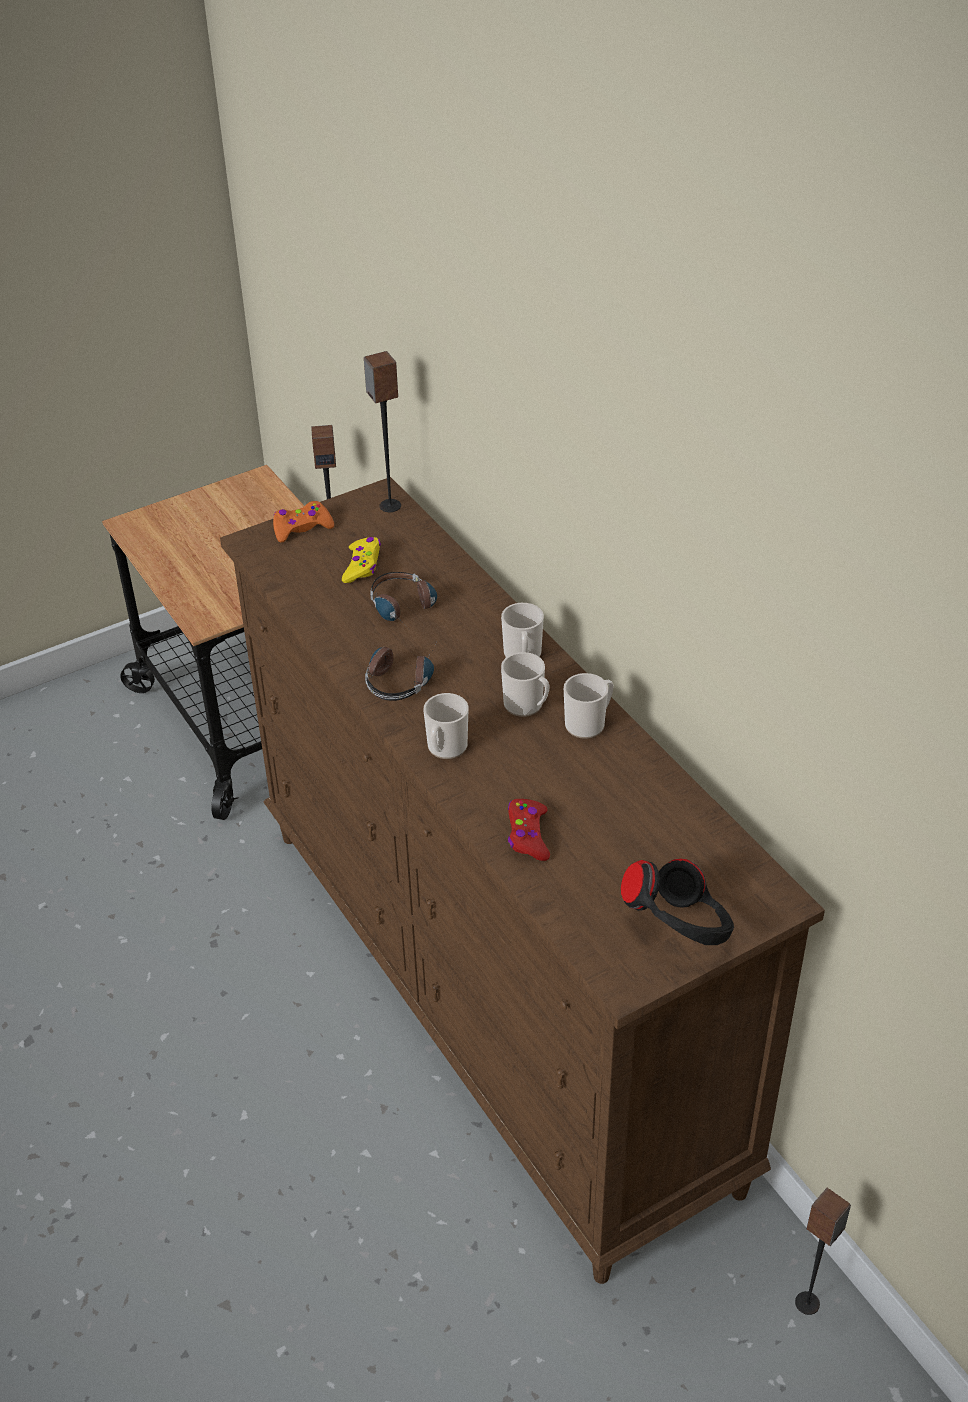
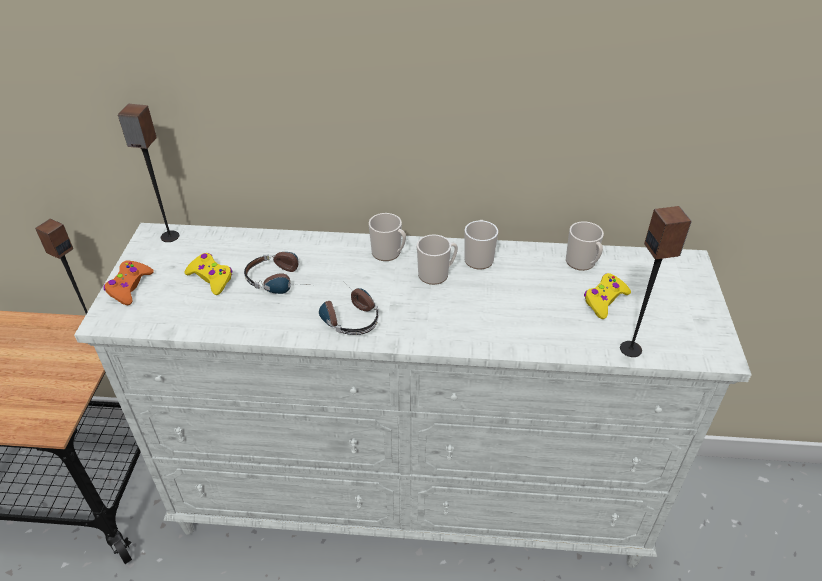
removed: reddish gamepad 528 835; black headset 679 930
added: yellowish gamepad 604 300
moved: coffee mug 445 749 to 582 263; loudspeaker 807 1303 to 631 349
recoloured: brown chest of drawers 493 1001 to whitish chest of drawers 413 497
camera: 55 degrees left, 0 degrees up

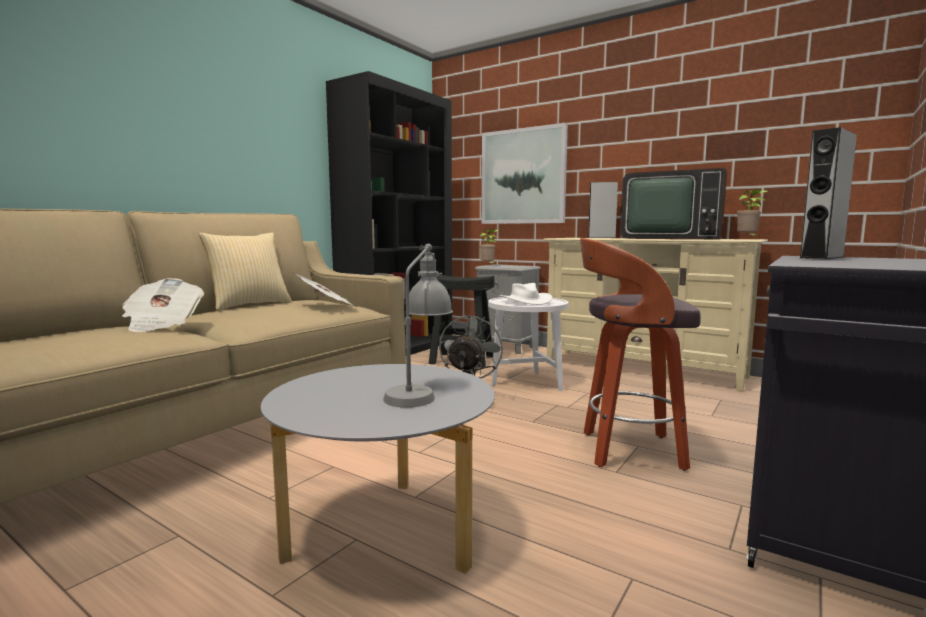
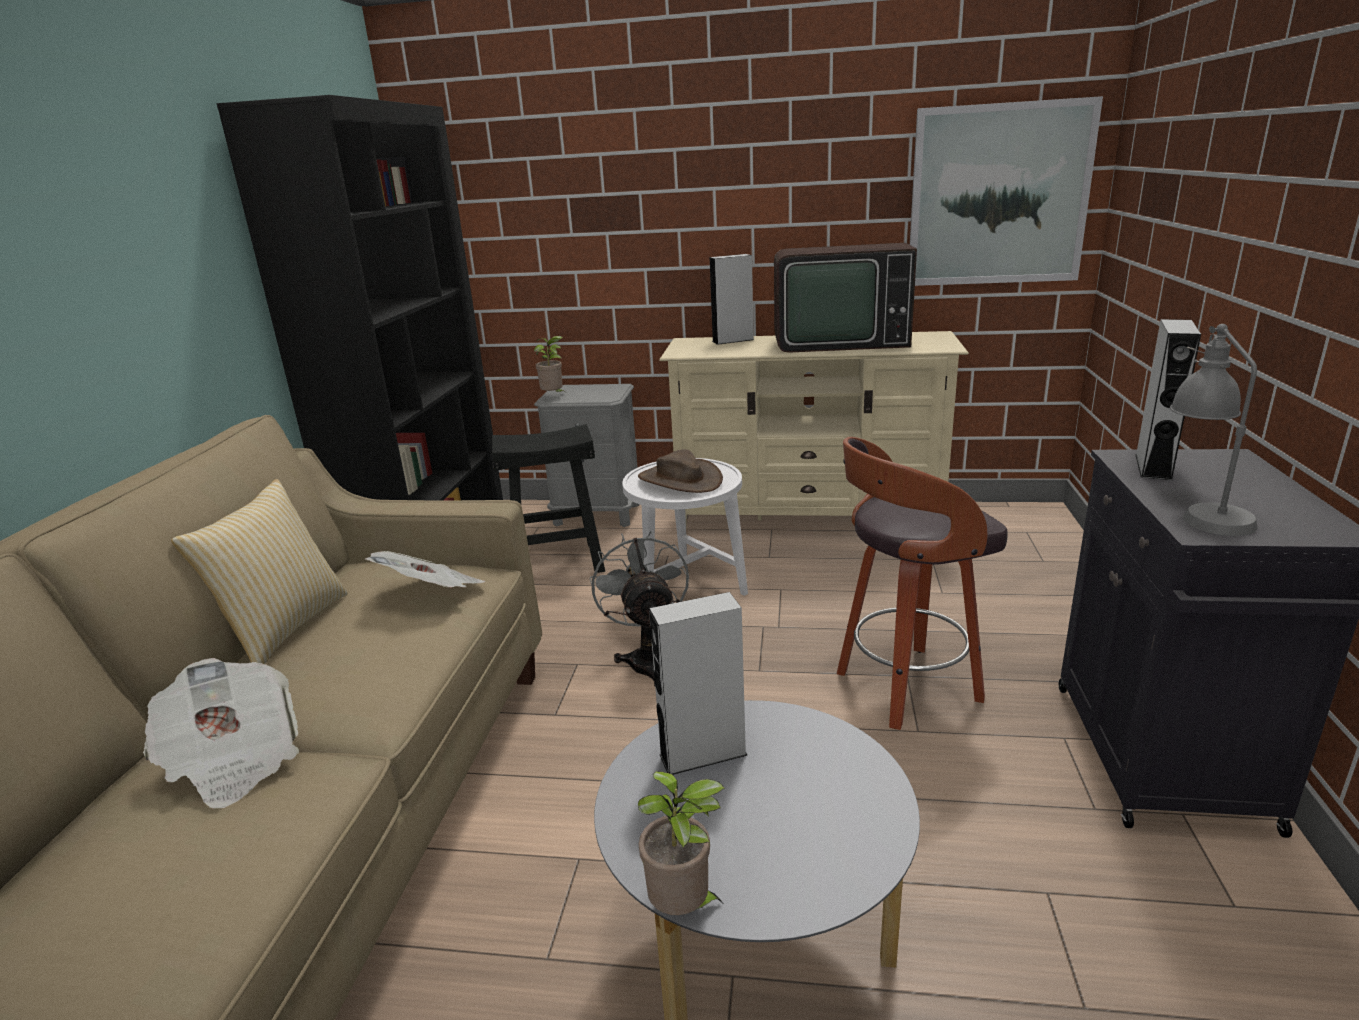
added: grey loudspeaker 703 754
moved: houseplant 748 239 to 684 909; wall picture 523 176 to 998 196; grey tabletop lamp 419 392 to 1200 511
recoloured: whitish clothing hat 525 301 to brown clothing hat 680 480
camera: 25 degrees left, 15 degrees up

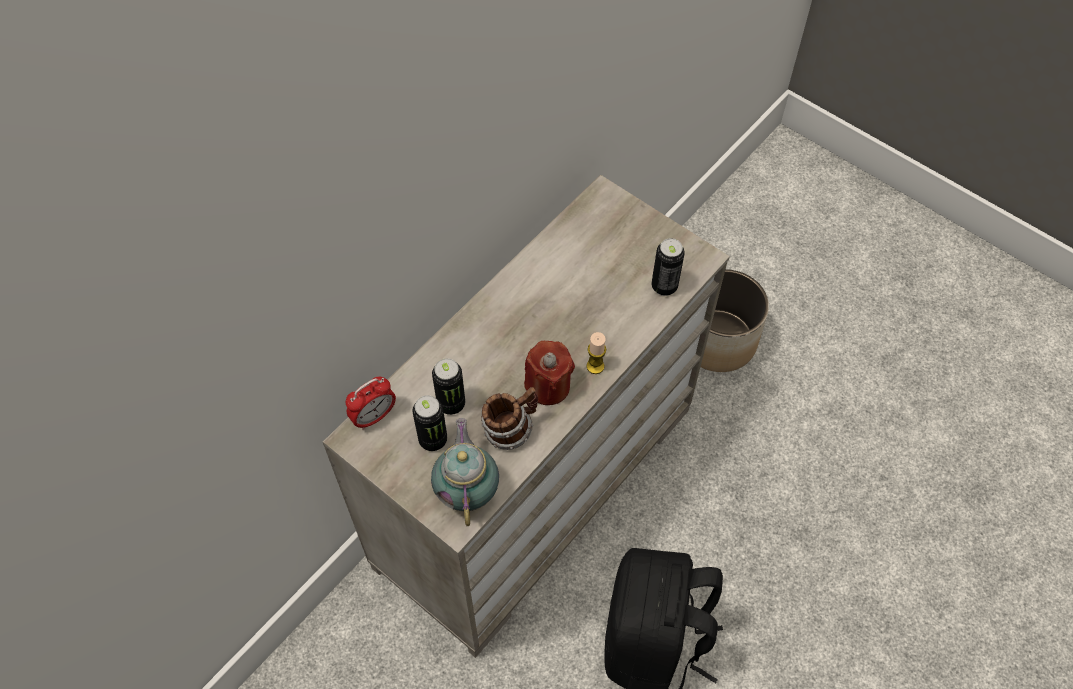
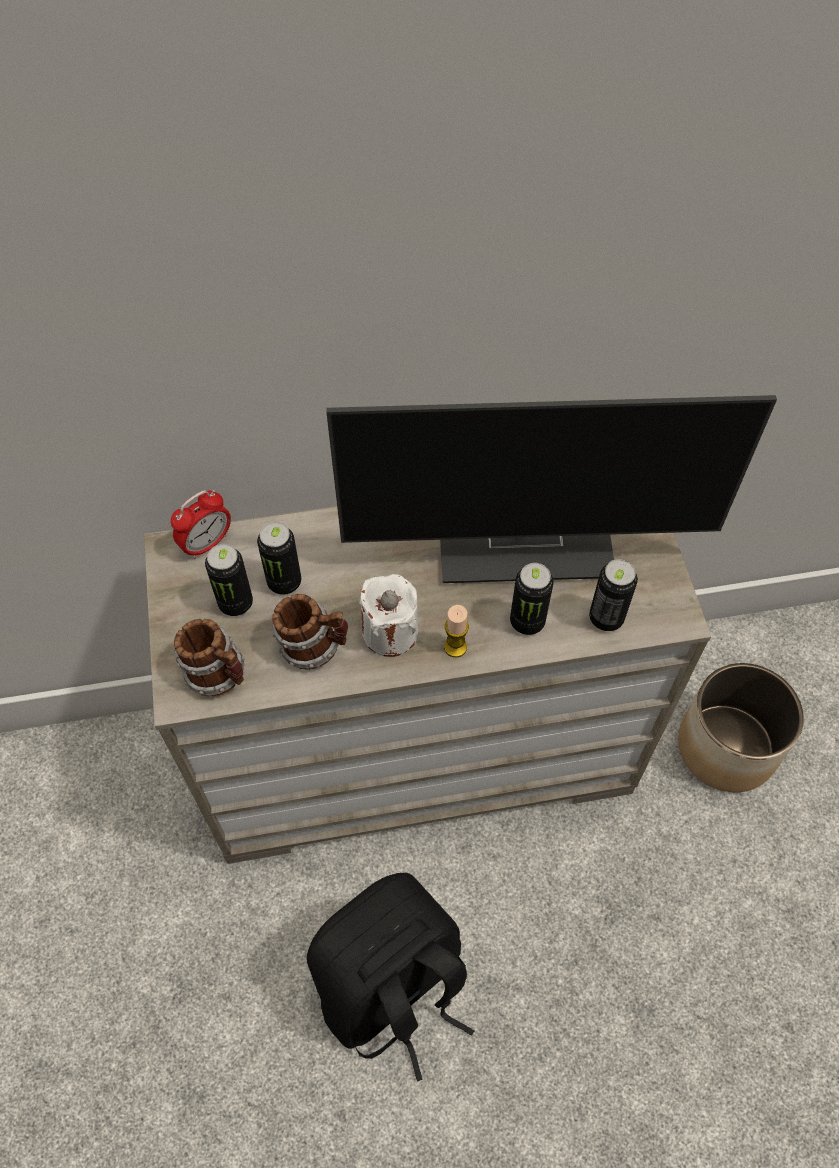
added: computer display 528 536; can 527 622
replaced: tea pot 468 491 to coffee mug 219 675
recoloured: reddish candle 548 386 to whitish candle 390 632
turned: alarm clock 374 416 = 207 543 45 degrees counterclockwise
camera: 40 degrees right, 0 degrees up

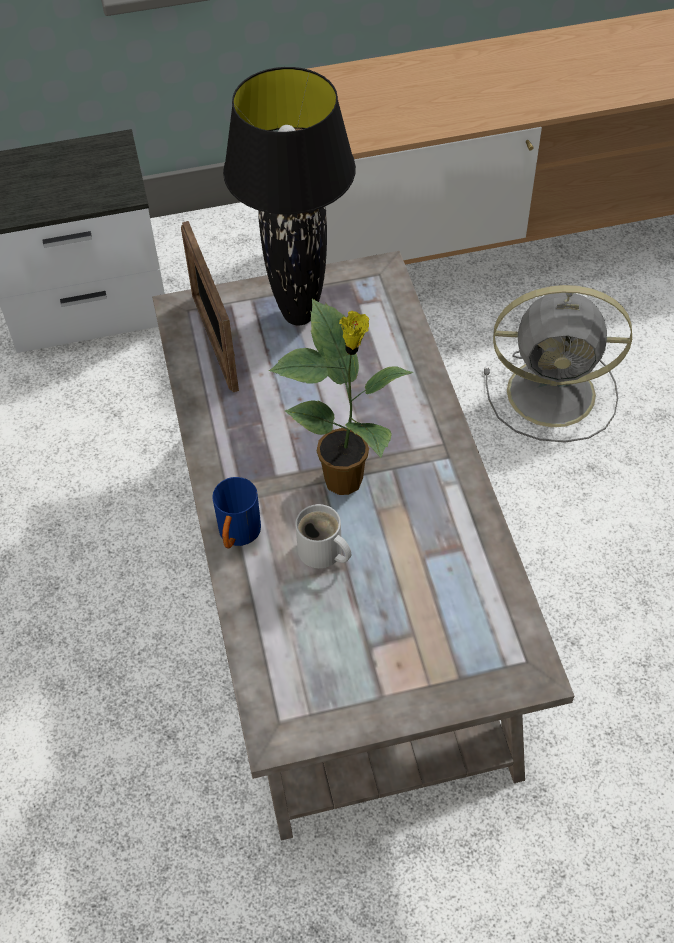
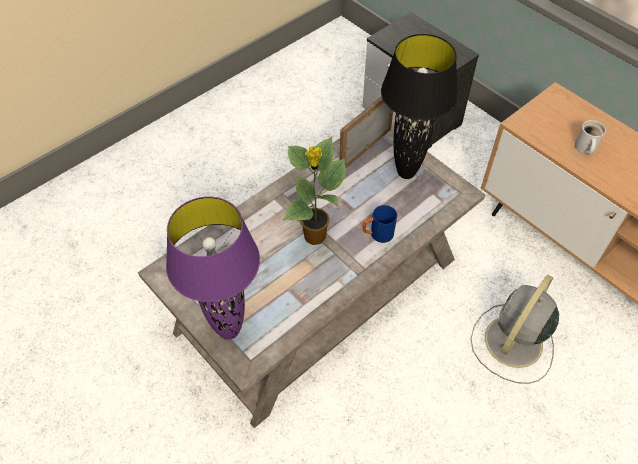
added: purple tabletop lamp 228 330
moved: blue-coloured coffee mug 237 536 to 377 235; whitish coffee mug 322 553 to 585 148
turned: grey cooling fan 555 393 = 512 343 60 degrees clockwise
camera: 60 degrees right, 0 degrees up

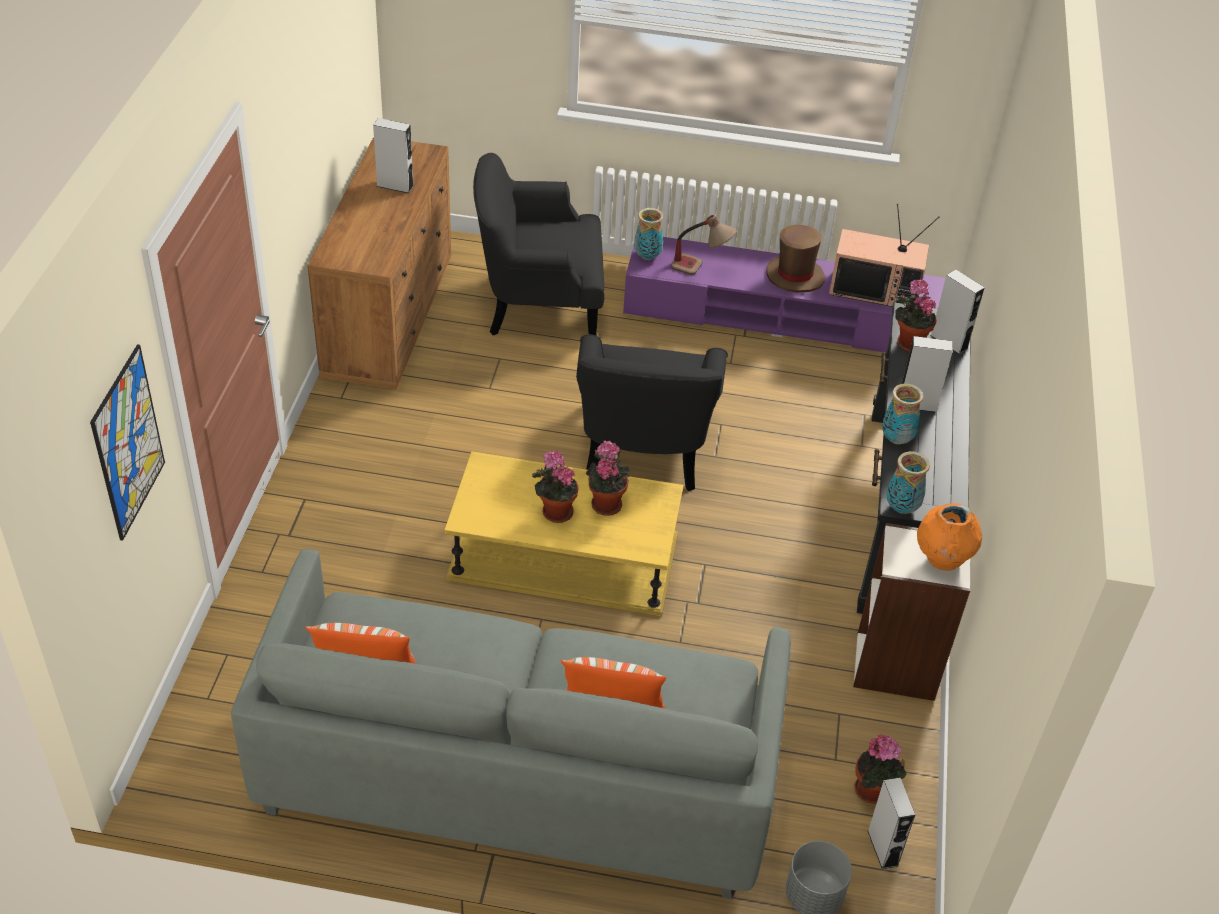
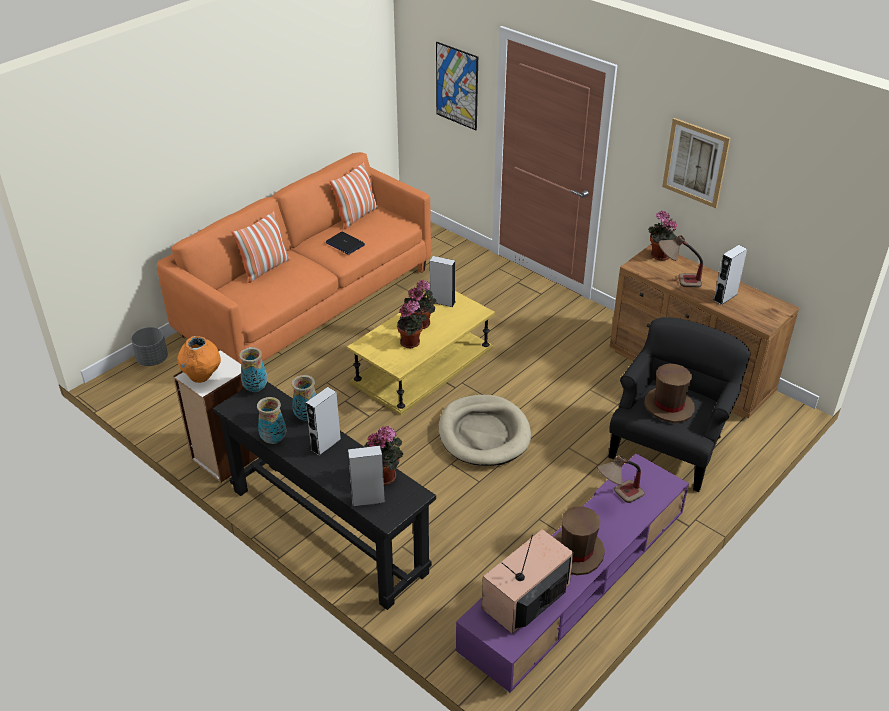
added: portable computer 345 244; brown clothing hat 668 406; tabletop lamp 677 281; wall picture 695 162
moved: decorative vase 647 256 to 273 439; grey loudspeaker 882 848 to 442 302; houseplant 873 792 to 658 256
replaced: black easy chair 643 448 to sand-coloured dog cushion 484 434
recoloured: grey couch 517 773 to orangey couch 308 302
camera: 125 degrees right, 5 degrees down

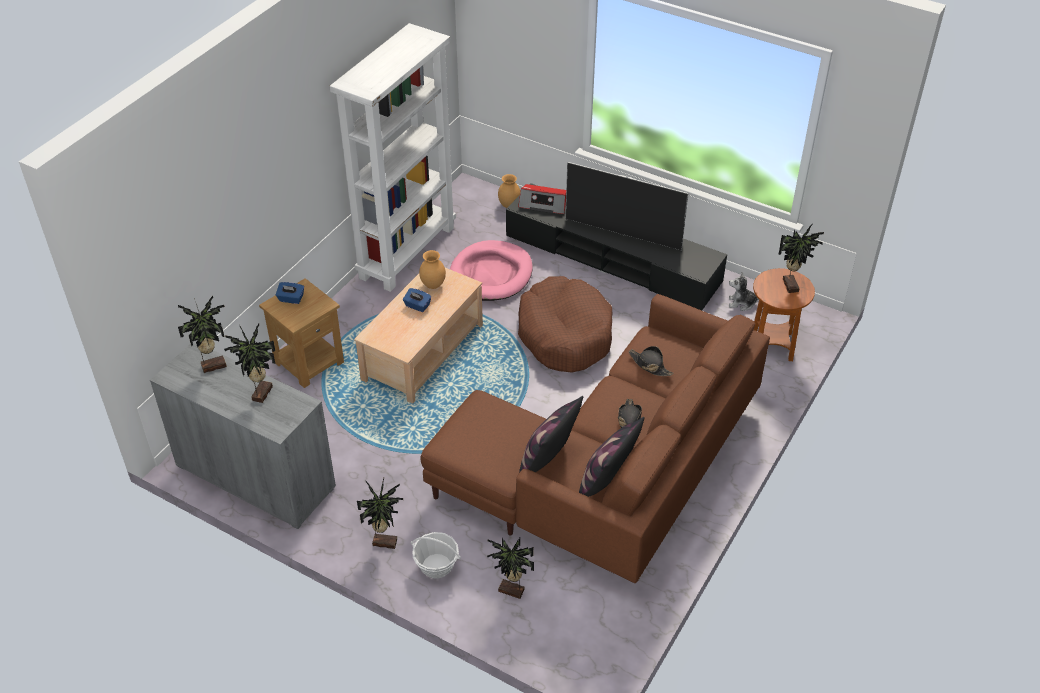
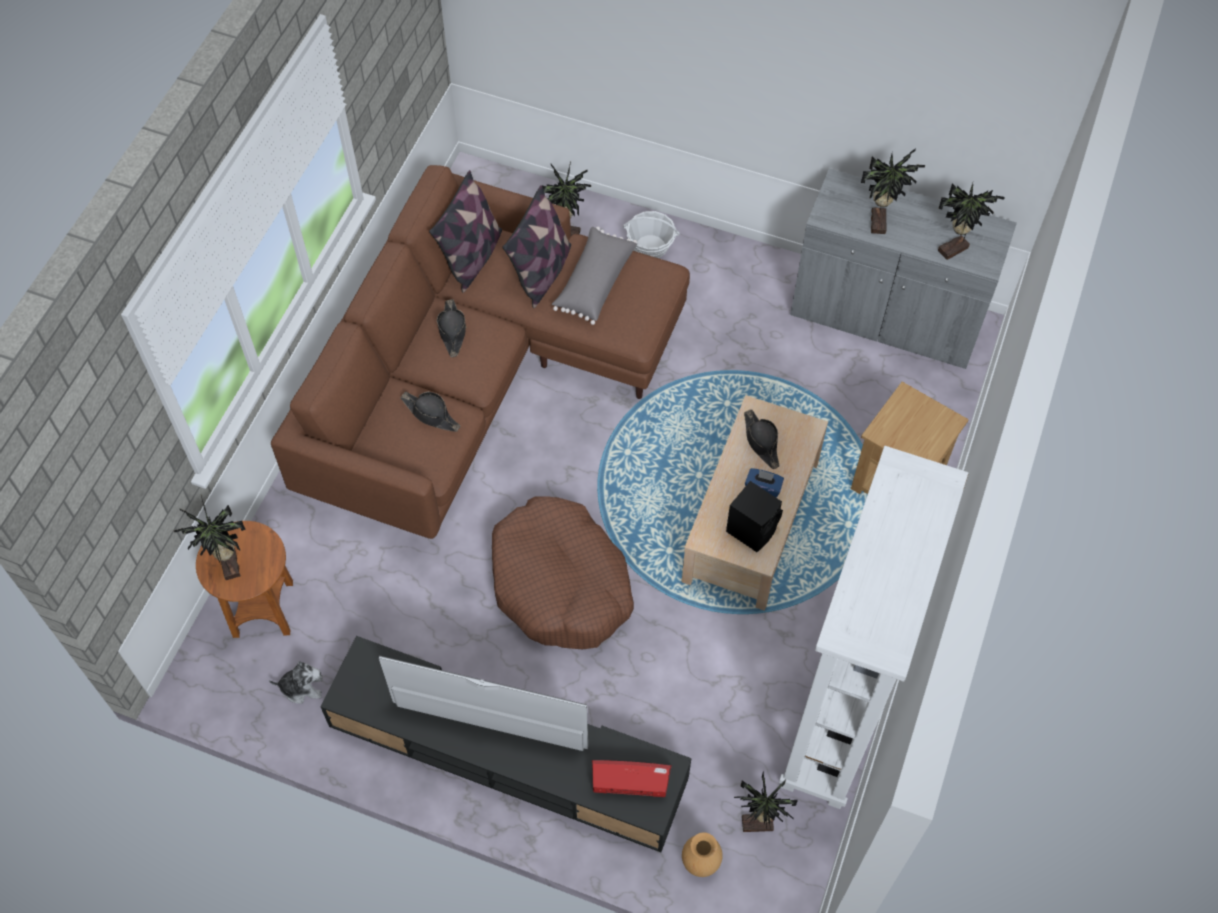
removed: blue-coloured tissue holder 291 299; pink-coloured dog cushion 491 274
added: grey throw pillow 594 282; black clothing hat 761 442
moved: houseplant 384 541 to 758 826
replaced: brown decorative vase 433 285 to black loudspeaker 752 529
camera: 170 degrees right, 15 degrees up

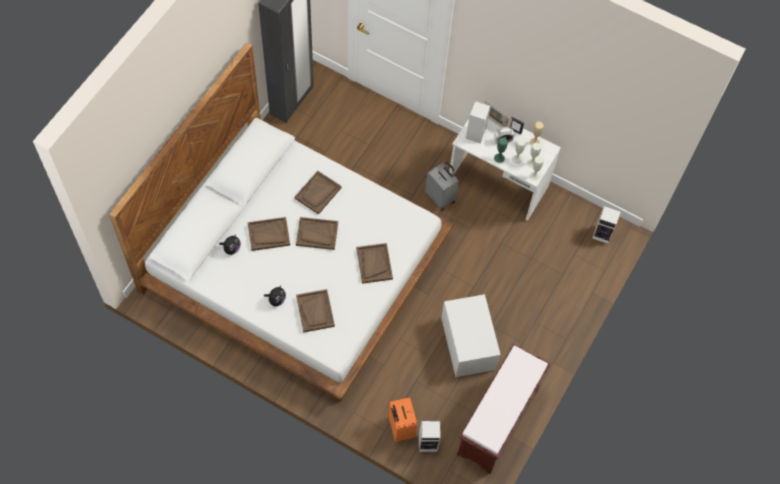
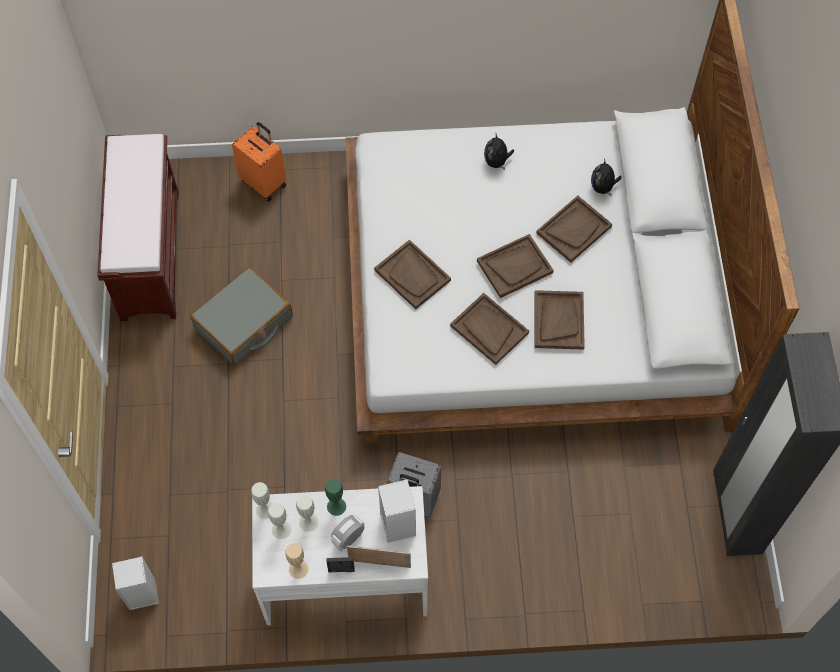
removed: loudspeaker 428 443
moved: brown tray 315 311 to 489 329
replaced: whitish storage box 468 343 to grey suitcase 244 323
camera: 150 degrees right, 0 degrees up

